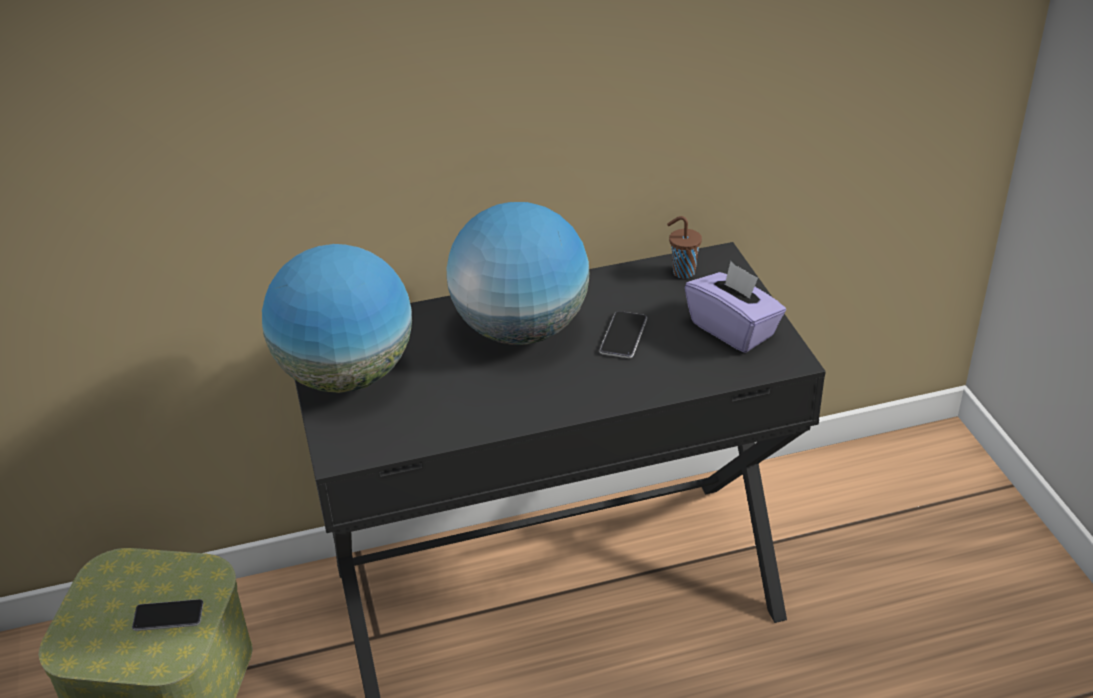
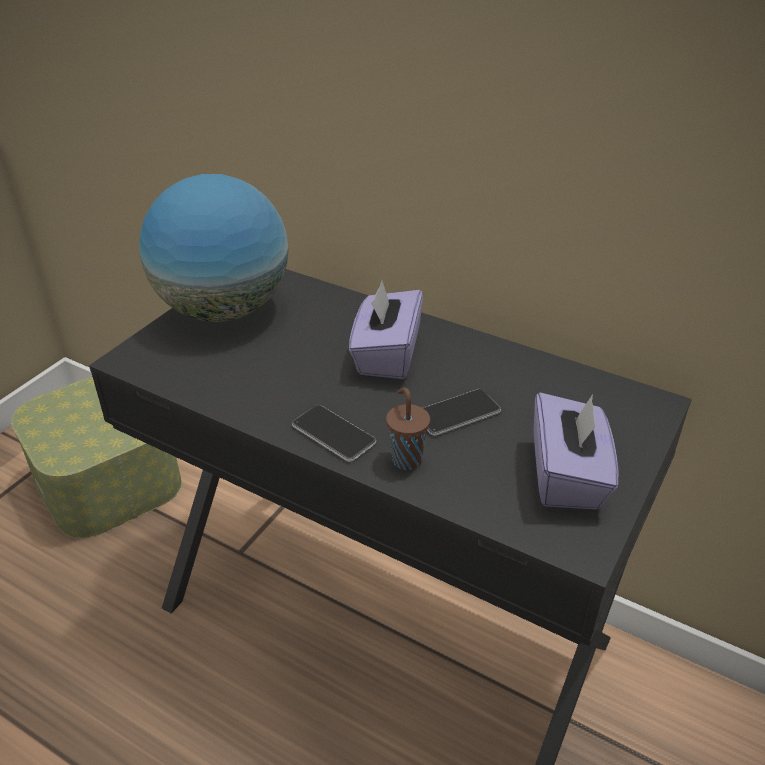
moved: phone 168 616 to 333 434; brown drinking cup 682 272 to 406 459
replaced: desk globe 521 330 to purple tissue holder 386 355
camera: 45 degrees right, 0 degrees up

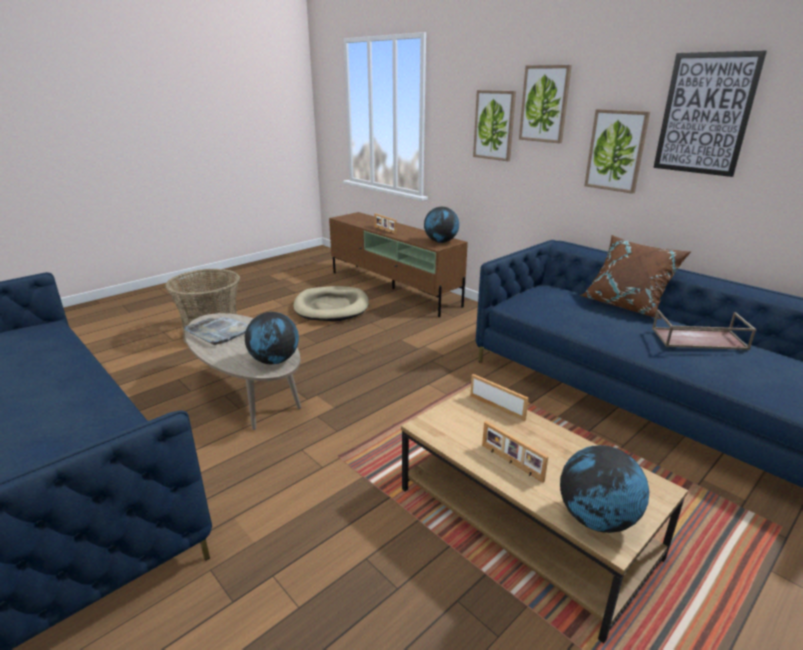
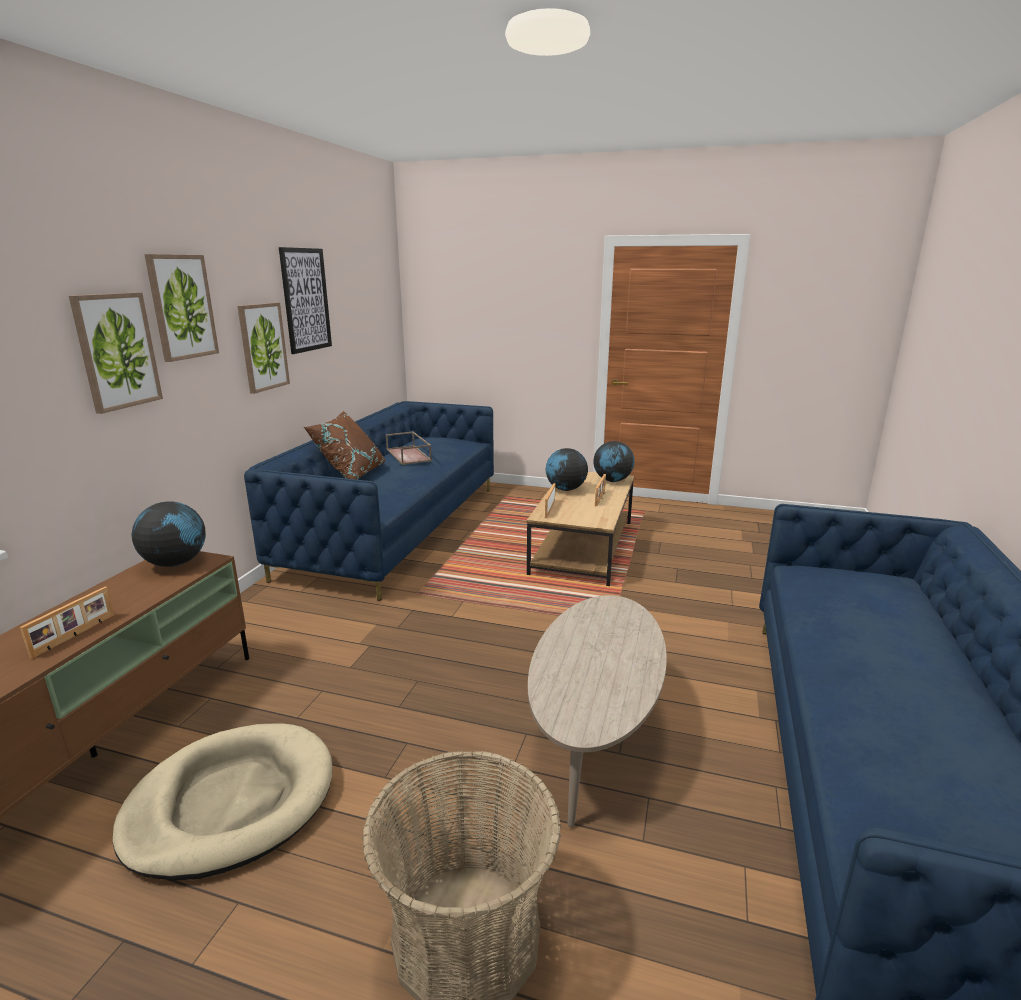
removed: grey tray 221 332
moved: desk globe 275 361 to 565 489
camera: 120 degrees left, 5 degrees down

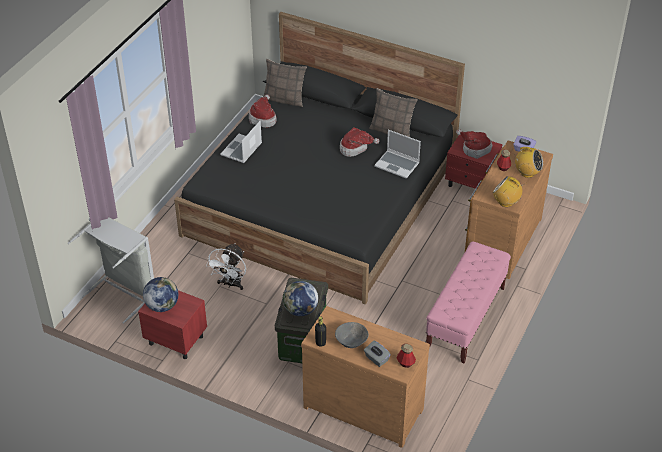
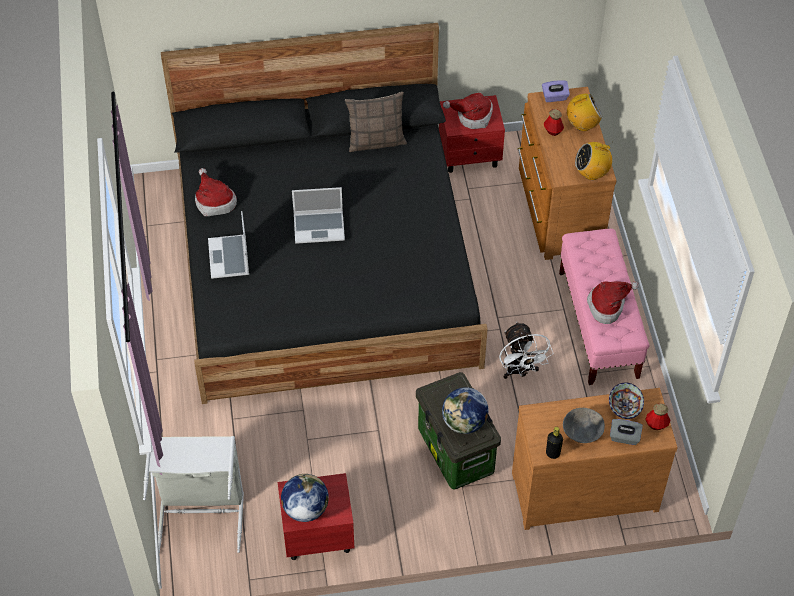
removed: throw pillow 284 99
added: serving bowl 624 406
moved: portable computer 397 165 to 319 227; whitish cooling fan 231 284 to 520 371; clothing hat 355 148 to 608 306
camera: 35 degrees left, 10 degrees up

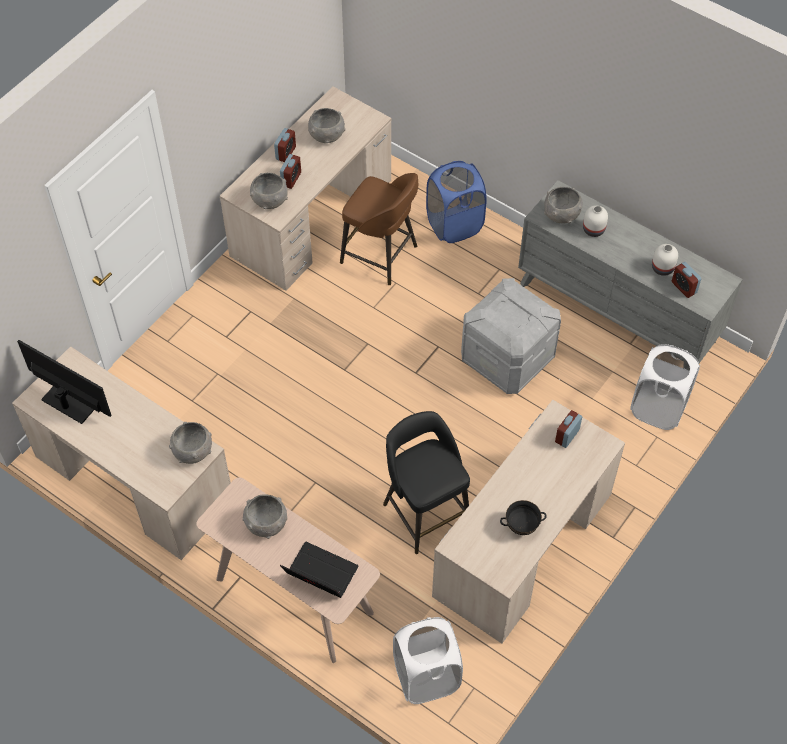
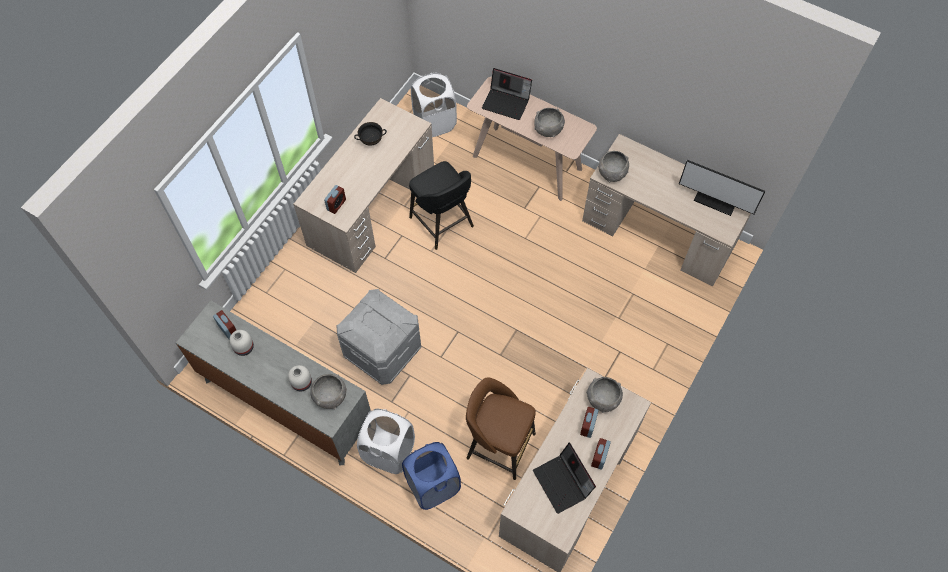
moved: whitish washing basket 658 408 to 389 452
replaced: grey serving bowl 326 136 to portable computer 563 483
camera: 175 degrees right, 5 degrees up

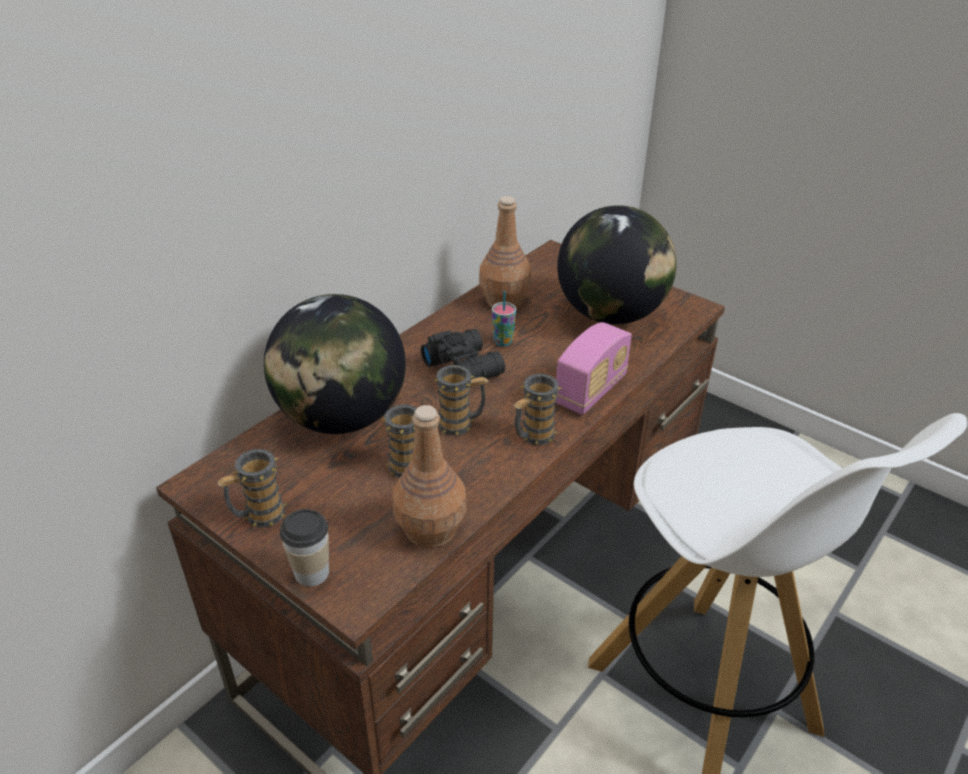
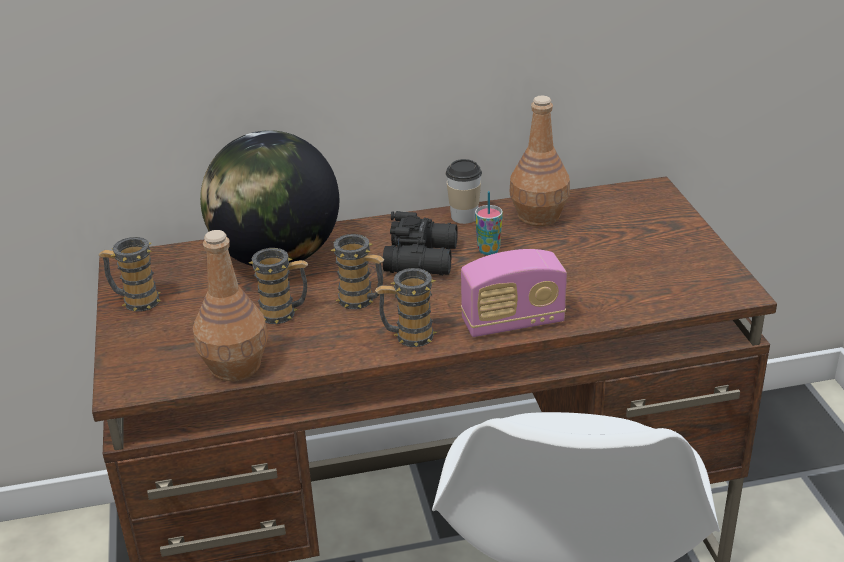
removed: desk globe 610 314
moved: drinking cup 311 572 to 464 216
camera: 40 degrees right, 5 degrees down

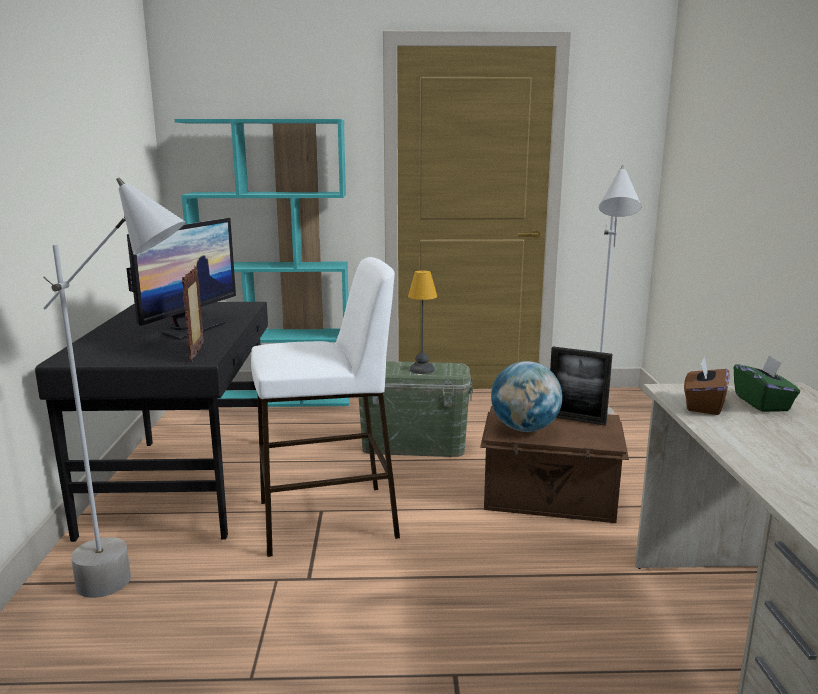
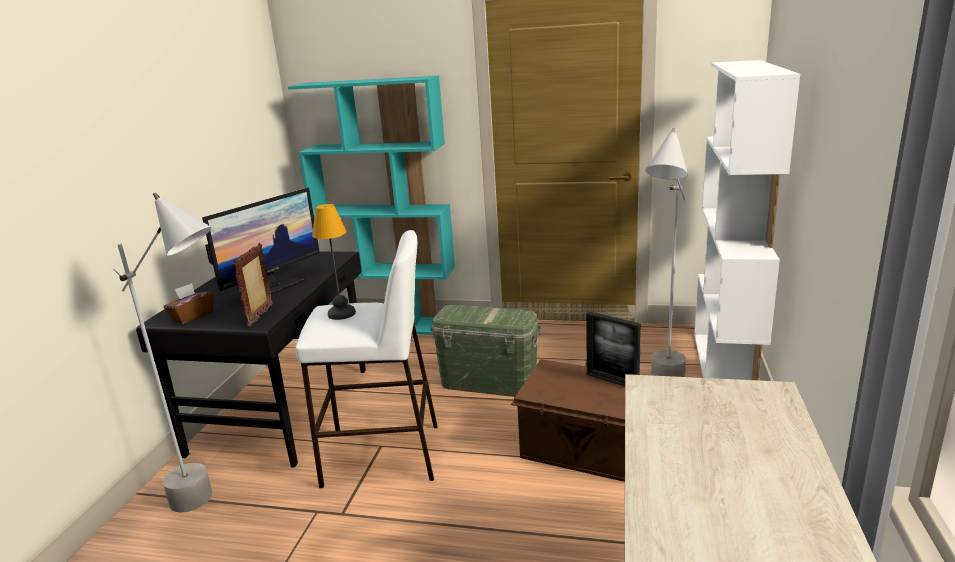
removed: desk globe 524 429; greenish tissue holder 762 403
added: whitish shelving unit 725 371
moved: brown tissue holder 703 405 to 192 316; tabletop lamp 421 370 to 341 314
camera: 15 degrees right, 5 degrees up

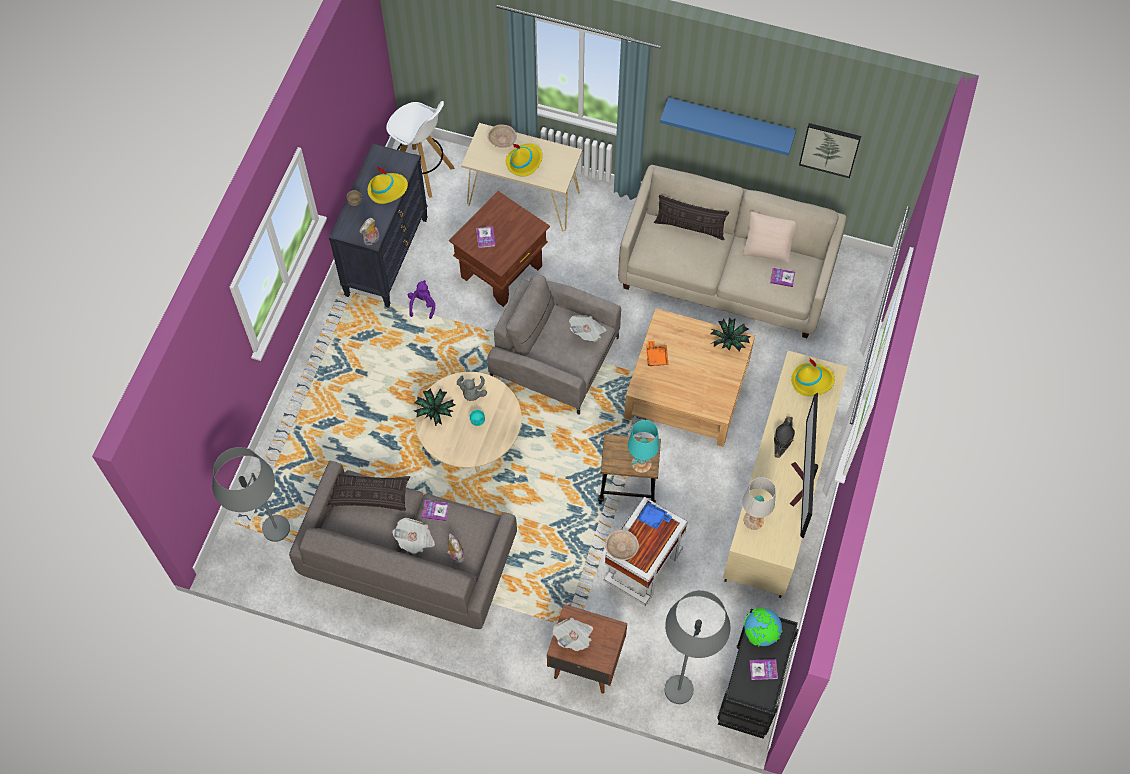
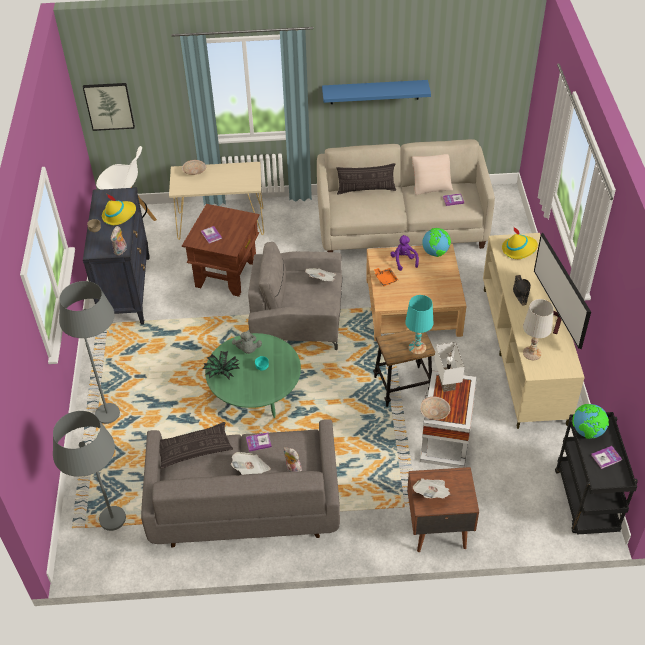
removed: yellowish clothing hat 524 161
moved: grey standard lamp 686 676 to 111 403; wall picture 830 149 to 109 106; purple cuddly toy 422 305 to 403 261
replaced: houseplant 729 341 to desk globe 435 252; blue-coloured tray 653 518 to whitish tabletop lamp 448 383
recoloured: sand-coloured low table 470 438 to greenish low table 255 394
camera: 20 degrees left, 15 degrees down

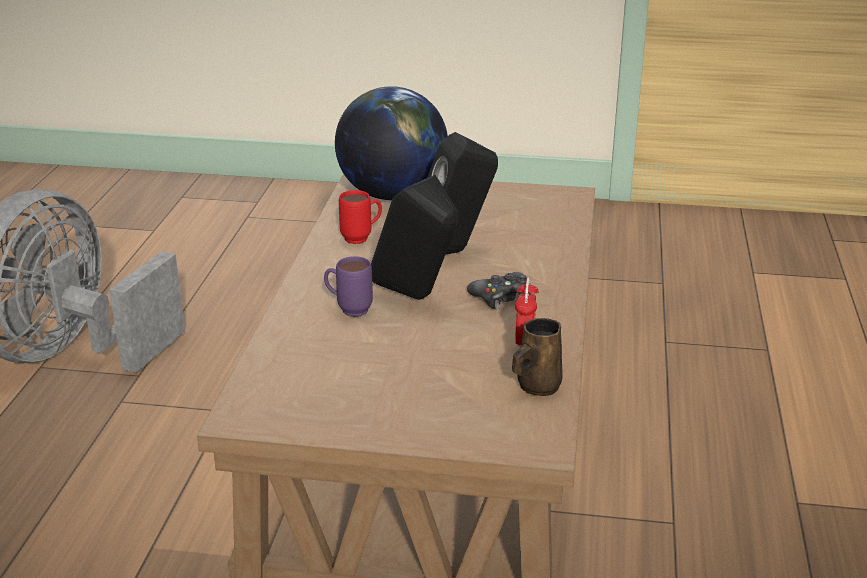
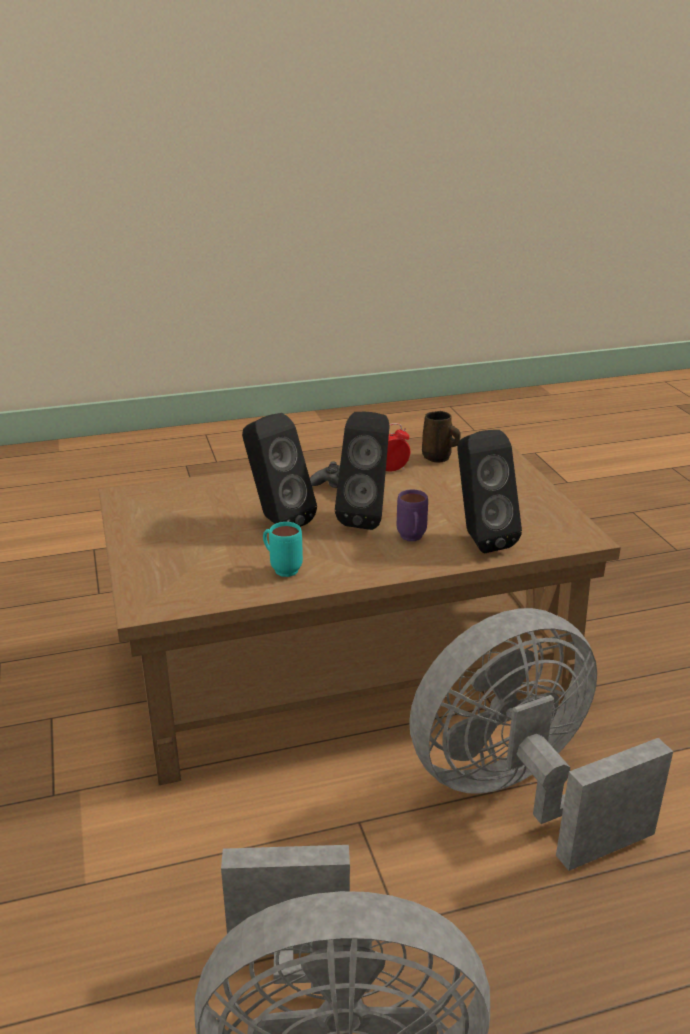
removed: desk globe 392 194
added: grey cooling fan 518 794; black loudspeaker 479 539
recoloured: reddish coffee mug 362 238 to blue-green coffee mug 281 569
camera: 115 degrees left, 0 degrees up

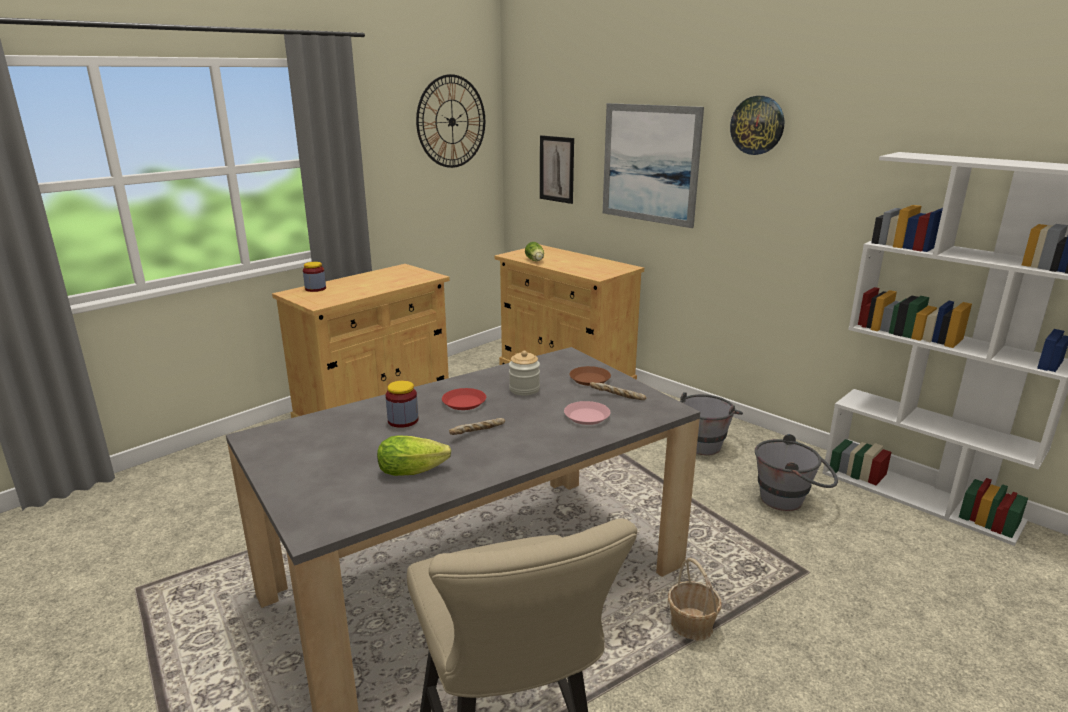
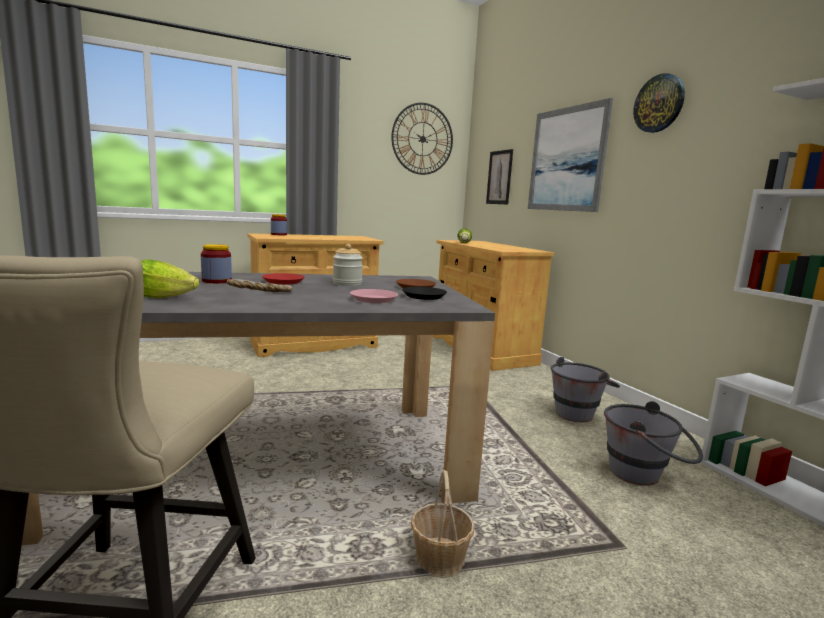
replaced: baked bread 617 397 to black flat dish 424 296
camera: 20 degrees right, 10 degrees down

